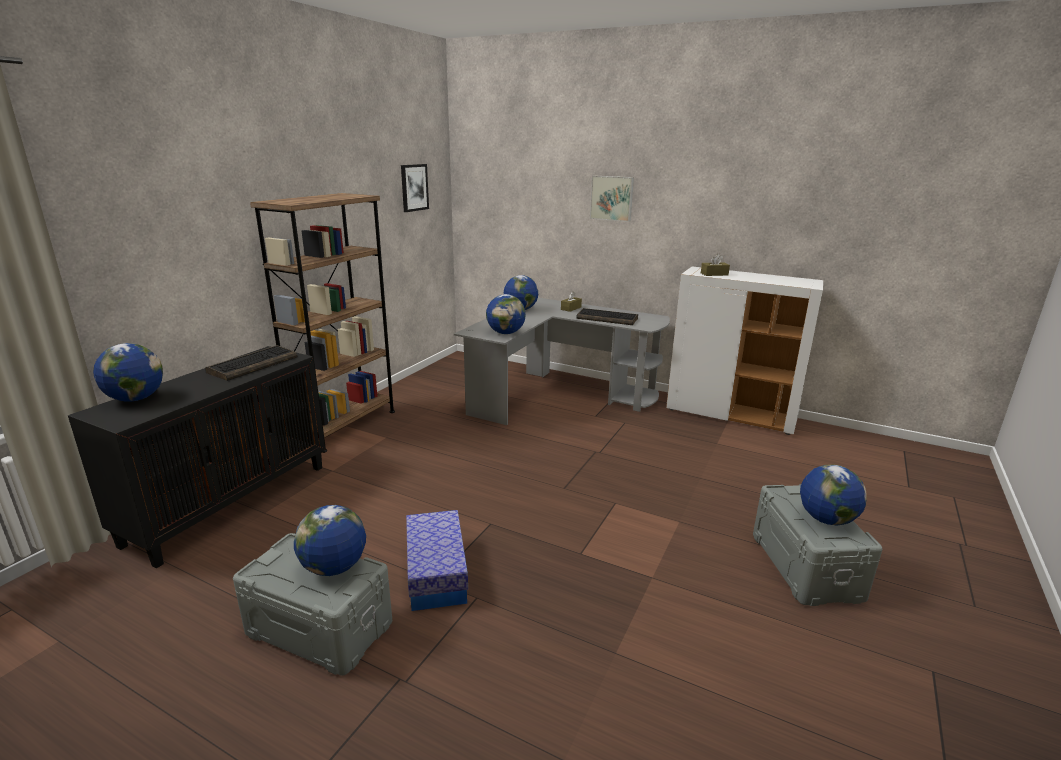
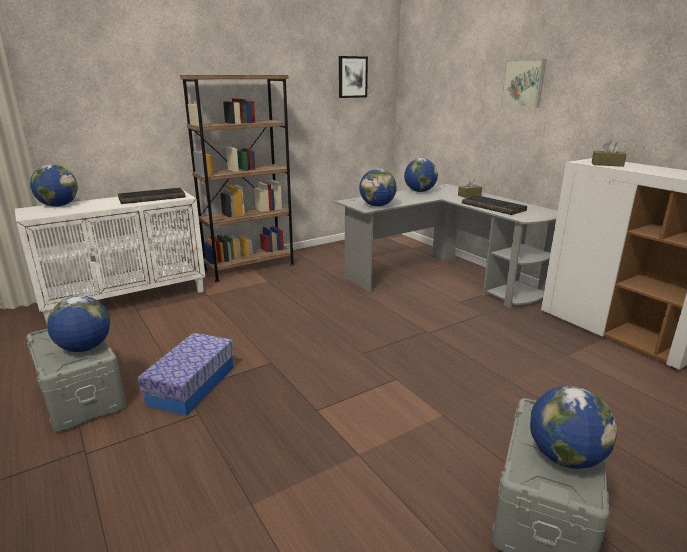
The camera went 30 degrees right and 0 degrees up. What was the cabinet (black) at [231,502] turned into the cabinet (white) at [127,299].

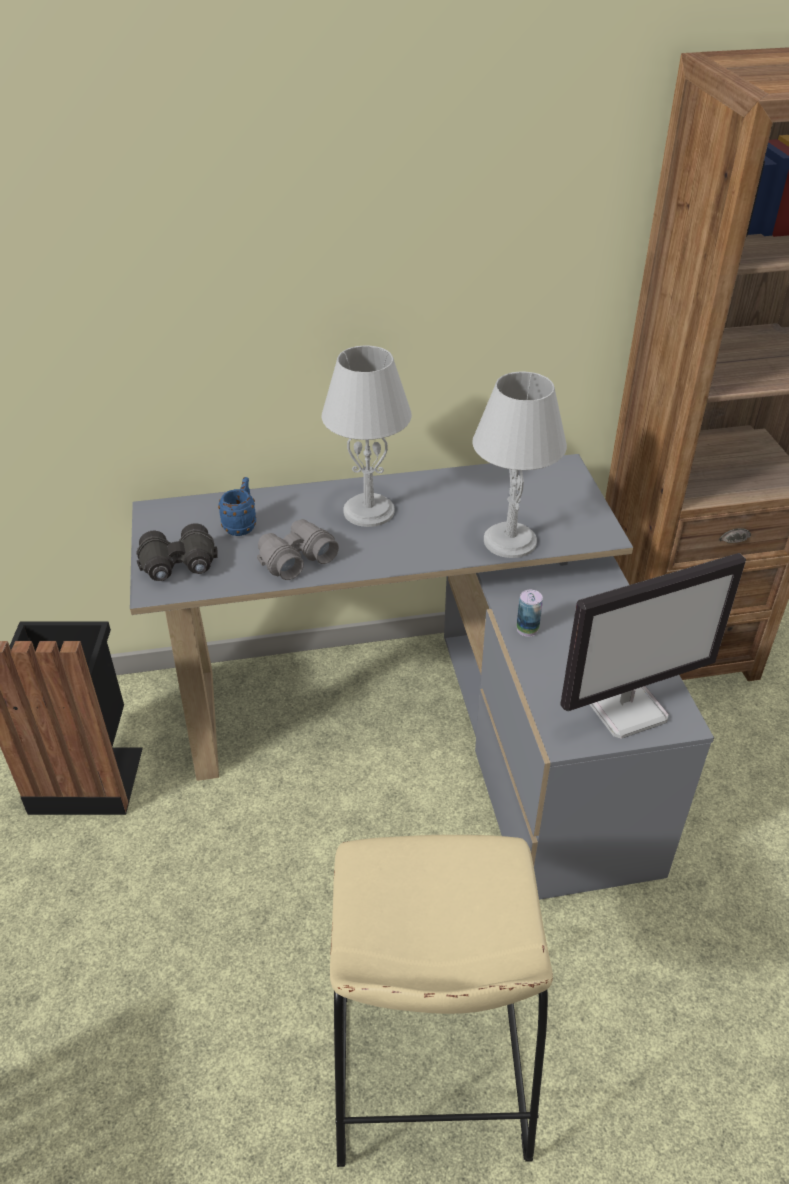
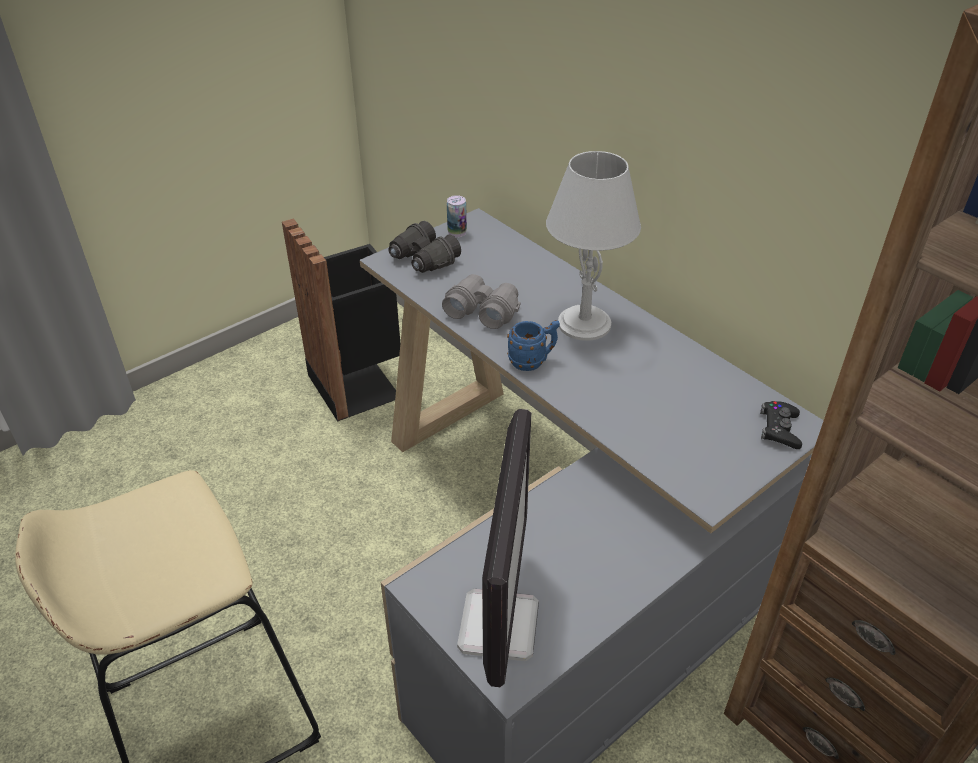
The camera went 60 degrees right and 0 degrees up. The can ended up elsewhere, having gone from [527,629] to [457,232]. The monitor at [627,708] ended up facing another way, 120 degrees counterclockwise from before. The mug (blue) ended up elsewhere, having gone from [242,525] to [532,361]. The second view gained the game controller (black) at [779,429]. The second view lost the table lamp (grey) at [509,540].

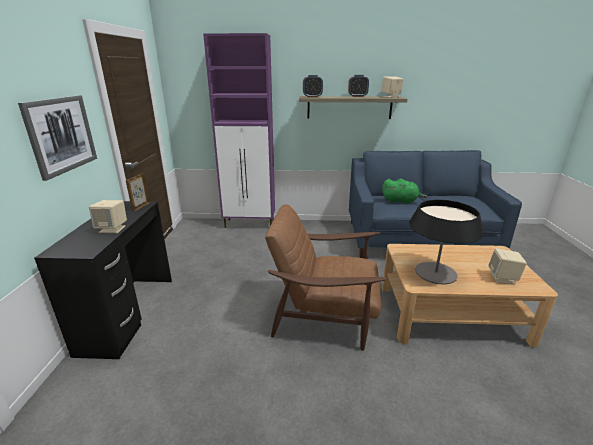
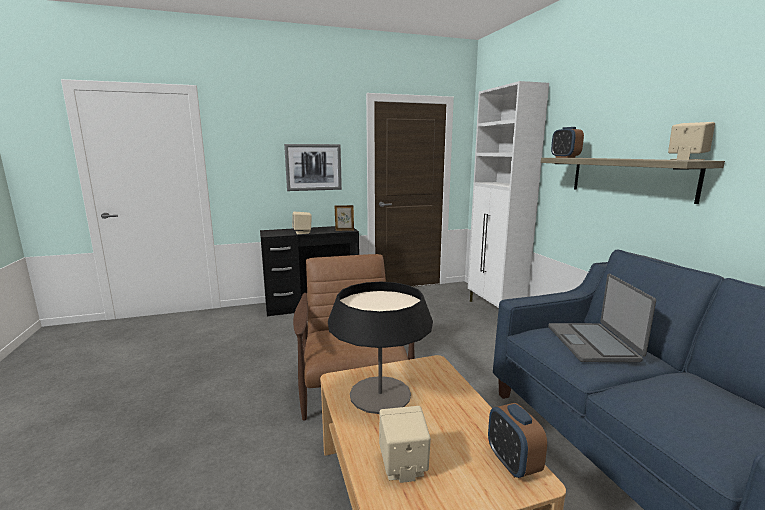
The camera went 70 degrees right and 10 degrees down. What was the cabinet (purple) at [250,224] turned into the cabinet (white) at [495,310]. The alarm clock ended up elsewhere, having gone from [357,96] to [513,463]. Where the plush toy (green) stood at [401,201], the laptop came to stand at [593,343].

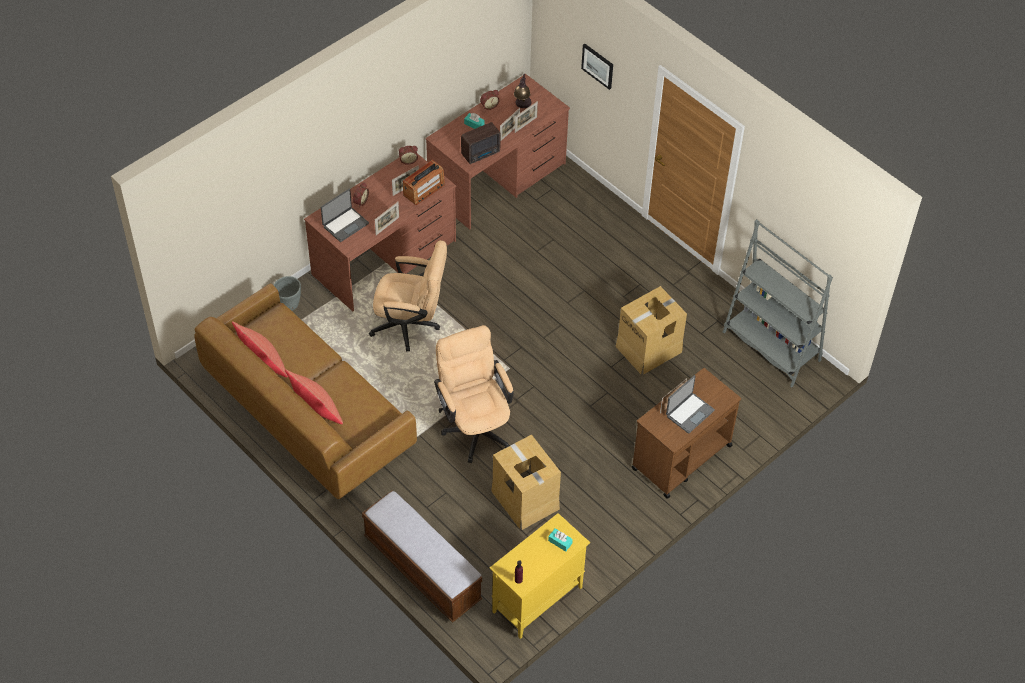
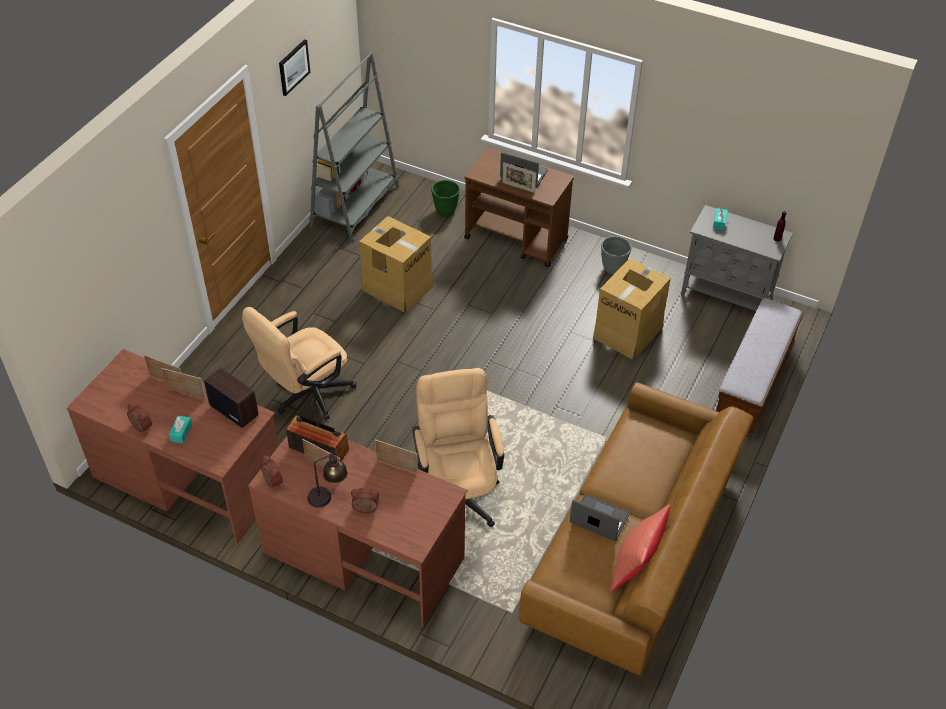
The camera went 110 degrees left and 5 degrees down. The office chair (beige) ended up elsewhere, having gone from [475,426] to [306,395]. The picture ended up elsewhere, having gone from [598,66] to [293,67]. The table lamp ended up elsewhere, having gone from [522,107] to [328,496]. The second view gained the planter (green) at [445,211]. The laptop ended up elsewhere, having gone from [345,224] to [598,520]. The planter (grey) ended up elsewhere, having gone from [289,305] to [613,269]. What was the cabinet (yellow) at [537,600] turned into the cabinet (grey) at [727,296]. The second view lost the pillow (red) at [316,411].

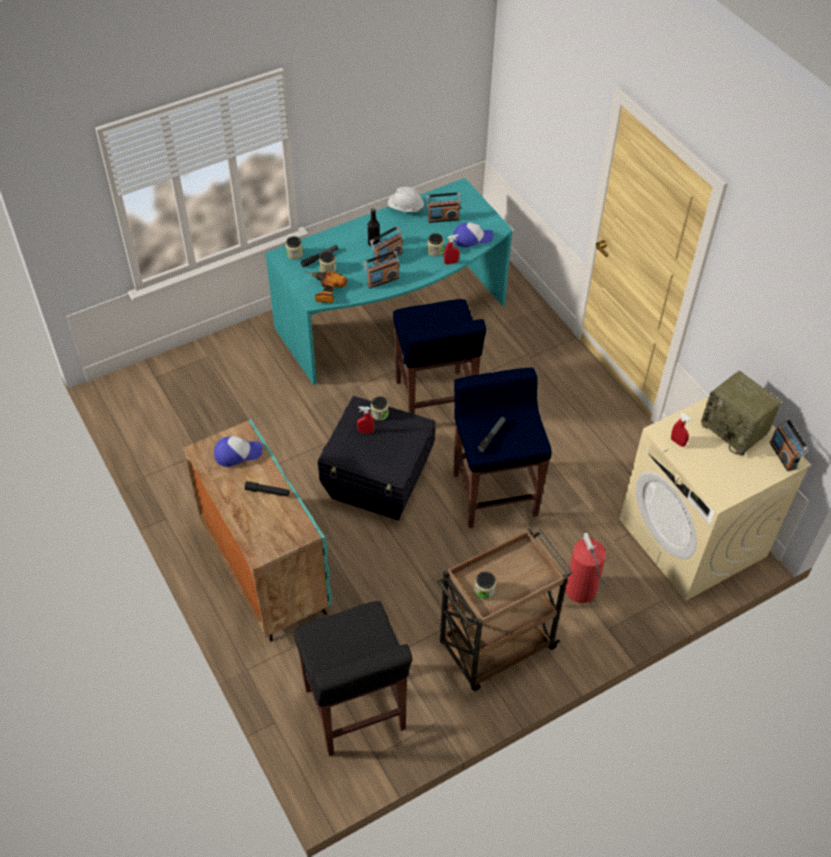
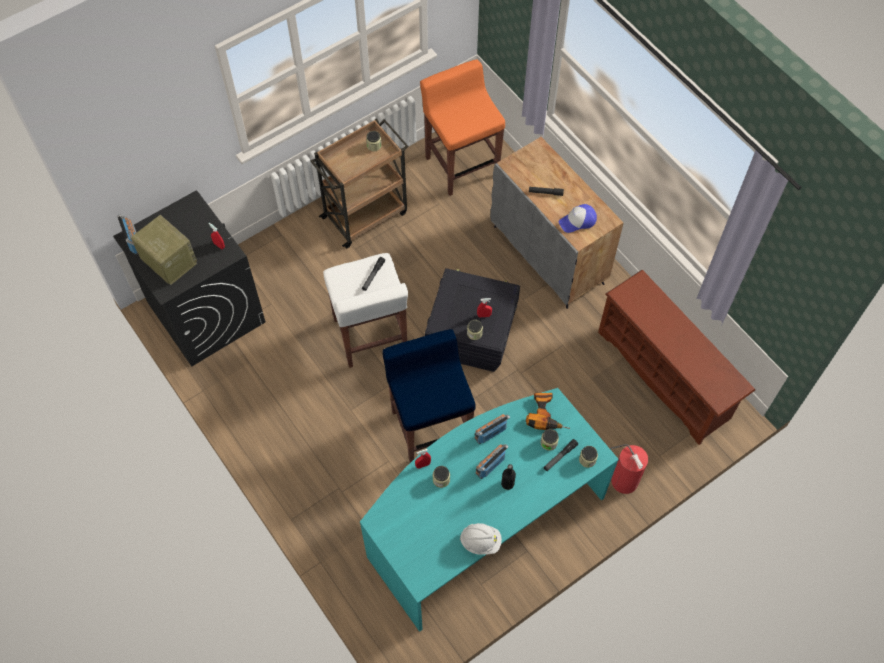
The camera went 175 degrees right and 10 degrees up. What was the washing machine (beige) at [693,538] turned into the washing machine (black) at [205,311]. What was the stool (blue) at [494,493] turned into the stool (white) at [370,336]. What was the stool (black) at [355,711] turned into the stool (orange) at [461,165]. What was the cabinet (turquoise) at [264,568] turned into the cabinet (grey) at [549,255]. The second view gained the shoe rack (brown) at [665,375]. The fire extinguisher ended up elsewhere, having gone from [581,591] to [624,479]. The second view lost the radio at [443,218]. The second view lost the cap at [472,238].

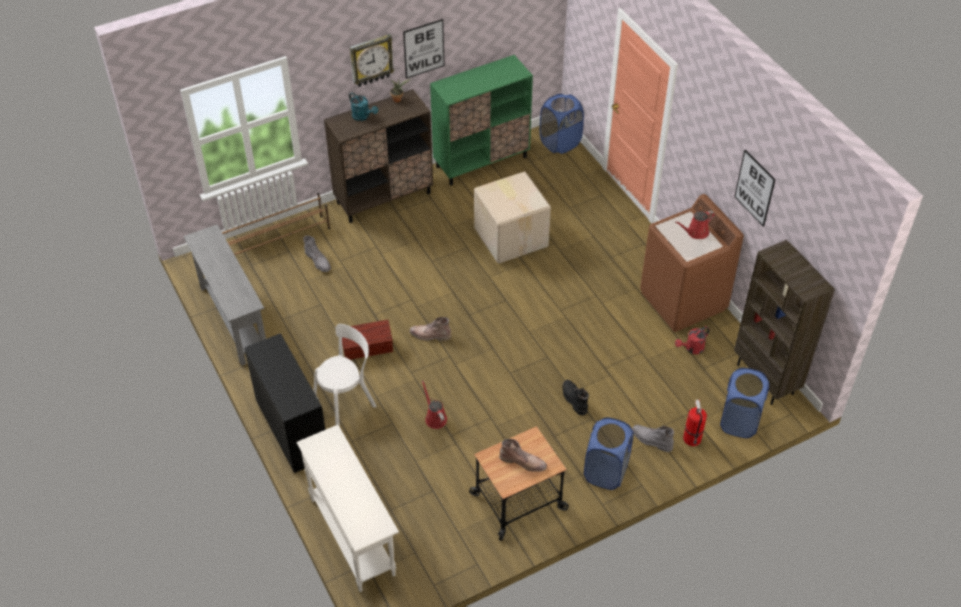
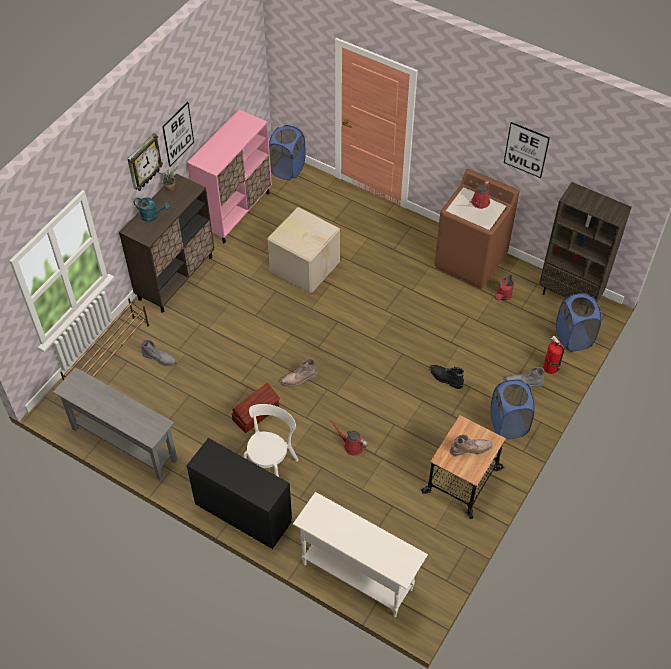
The camera went 30 degrees left and 5 degrees up. What was the cabinet (green) at [481,161] turned into the cabinet (pink) at [235,211].

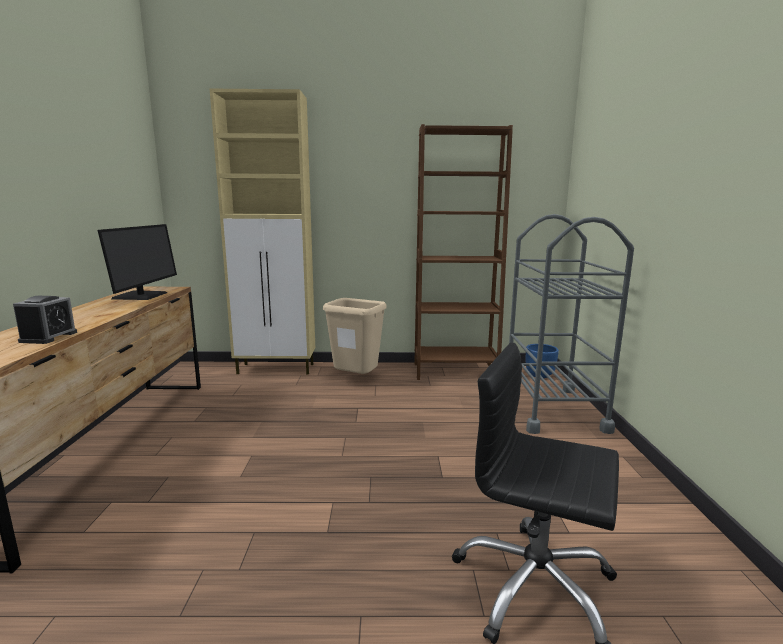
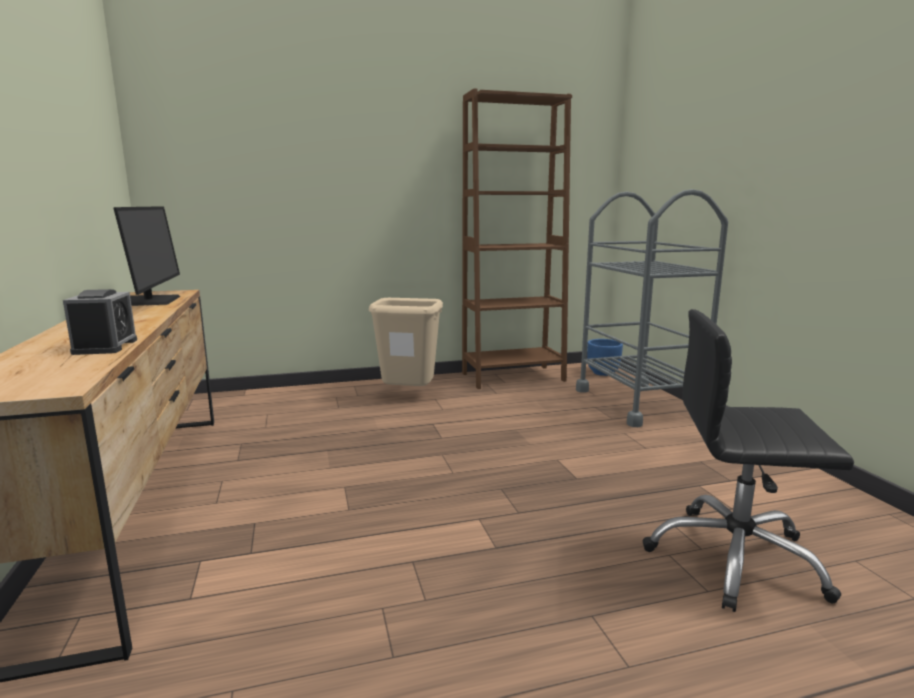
The camera went 15 degrees left and 0 degrees up. The second view lost the cabinet (beige) at [277,369].

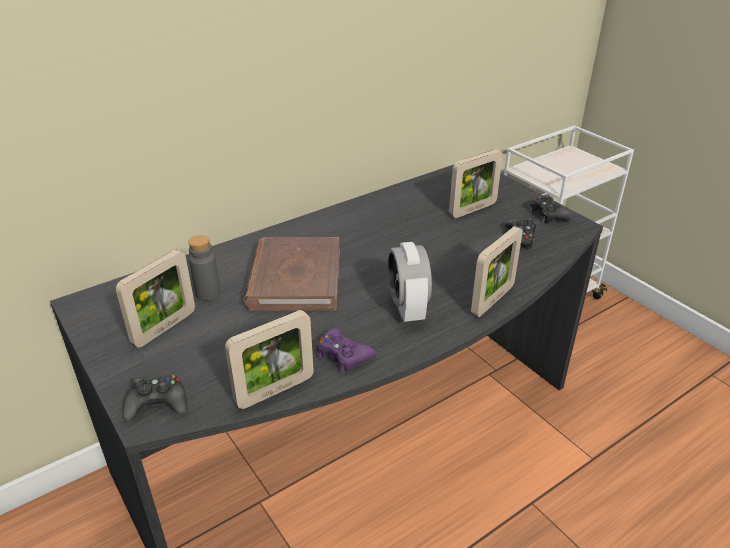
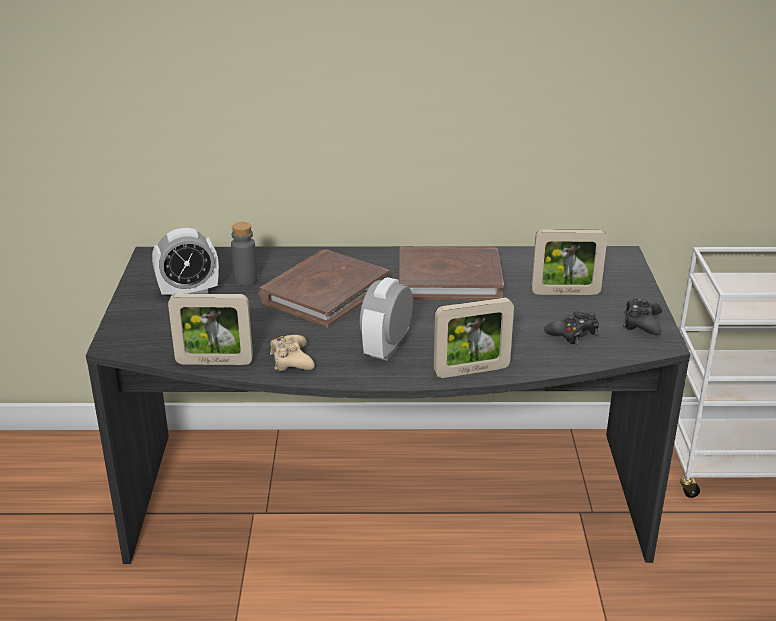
The camera went 35 degrees right and 5 degrees down. Where the picture frame stood at [164,328], the alarm clock came to stand at [188,292]. What was the game controller (purple) at [343,355] turned into the game controller (beige) at [291,360]. The second view gained the book (brown) at [449,278]. The second view lost the game controller (black) at [157,404].

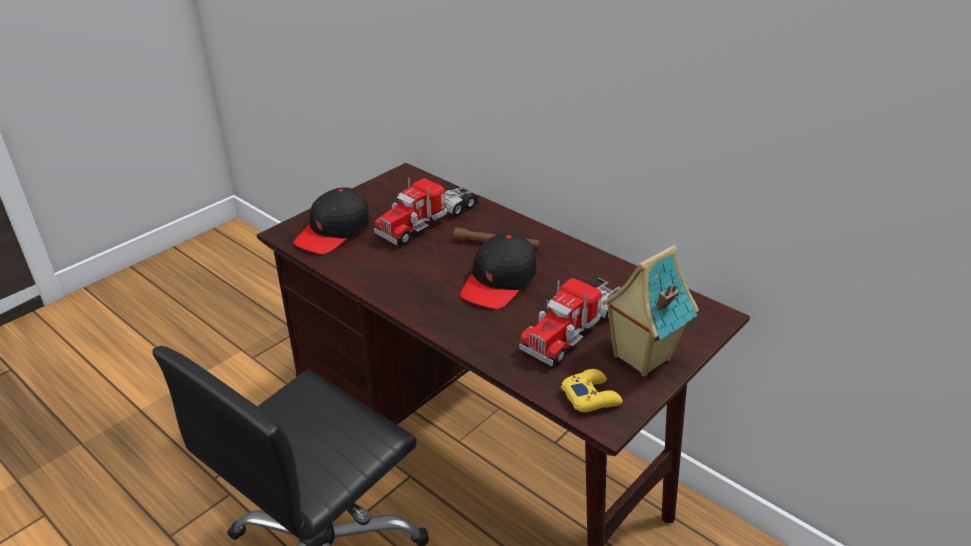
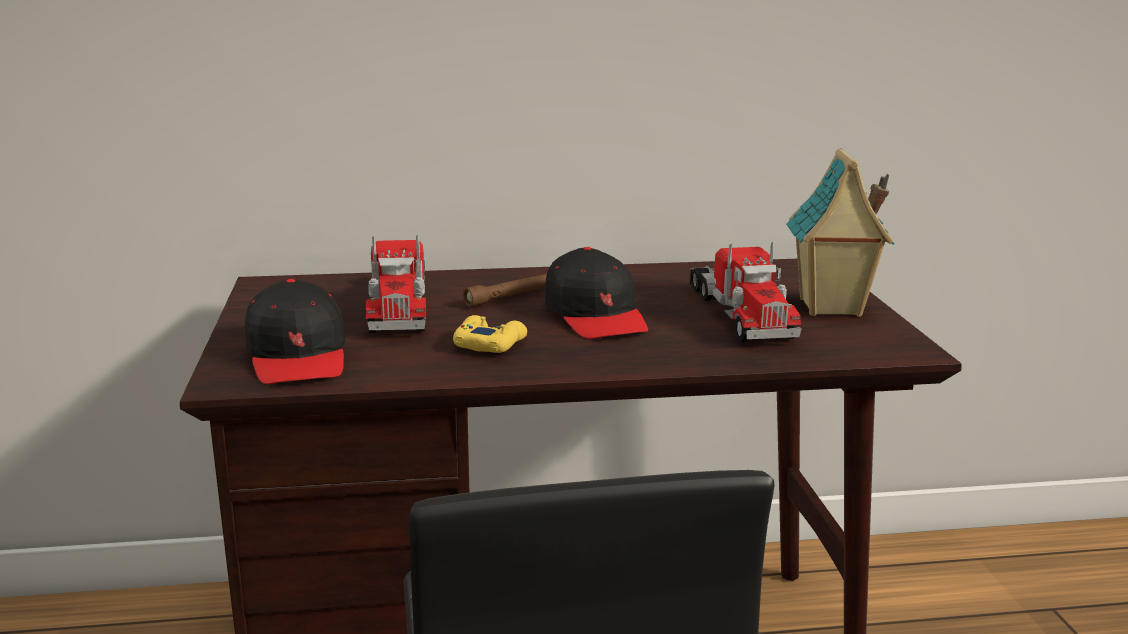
The camera went 50 degrees left and 15 degrees down. The game controller (yellow) ended up elsewhere, having gone from [591,396] to [489,343].

